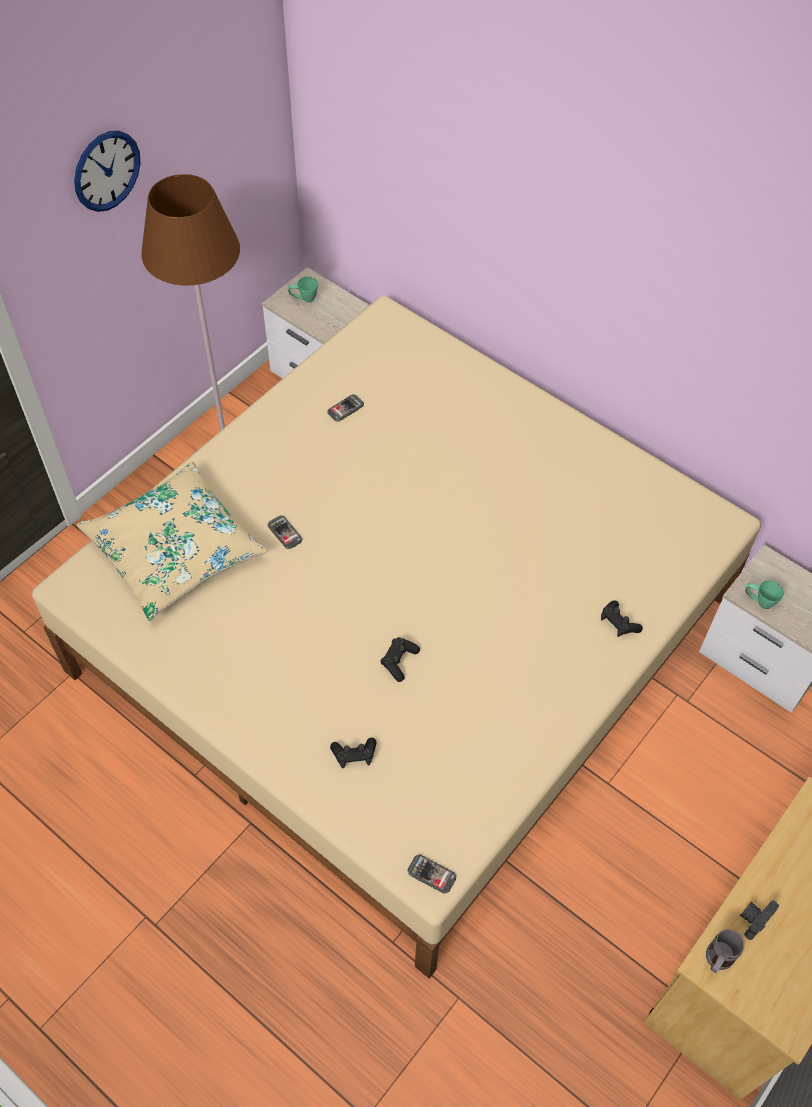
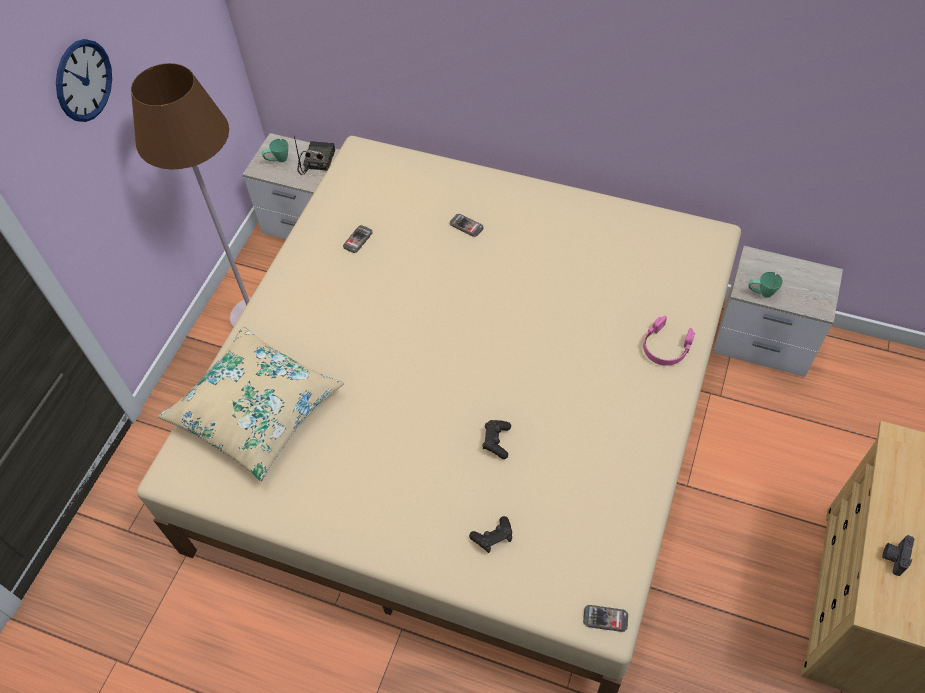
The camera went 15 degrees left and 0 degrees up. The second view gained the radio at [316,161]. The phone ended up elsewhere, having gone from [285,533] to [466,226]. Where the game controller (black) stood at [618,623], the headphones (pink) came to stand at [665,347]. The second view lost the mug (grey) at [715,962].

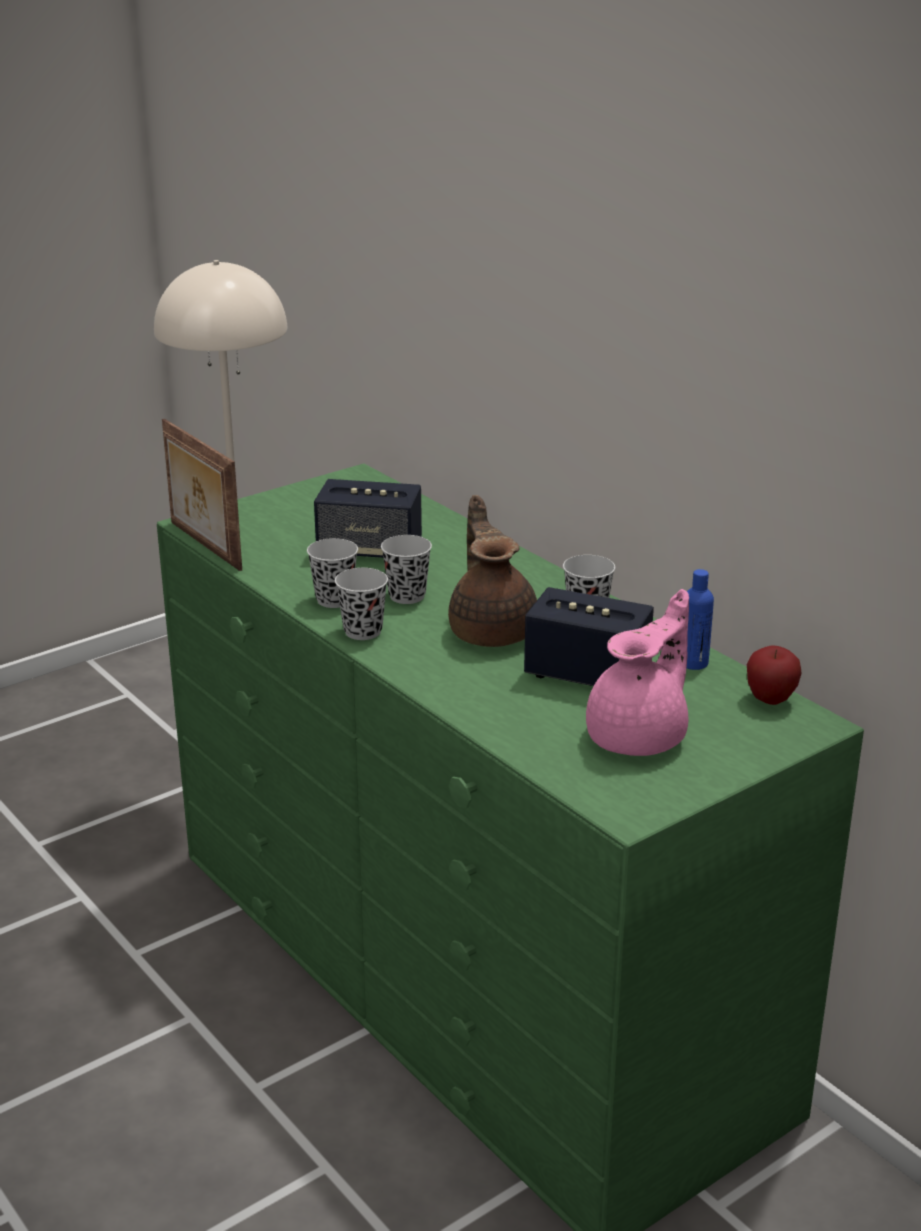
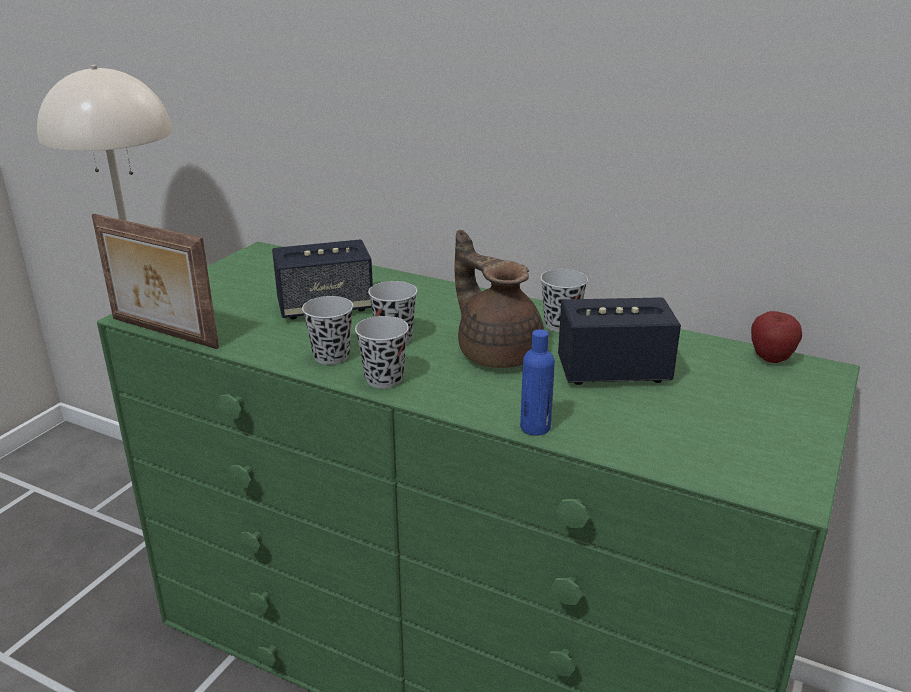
The camera went 25 degrees left and 0 degrees up. The bottle (blue) ended up elsewhere, having gone from [693,663] to [535,427]. The second view lost the teapot (pink) at [640,737].

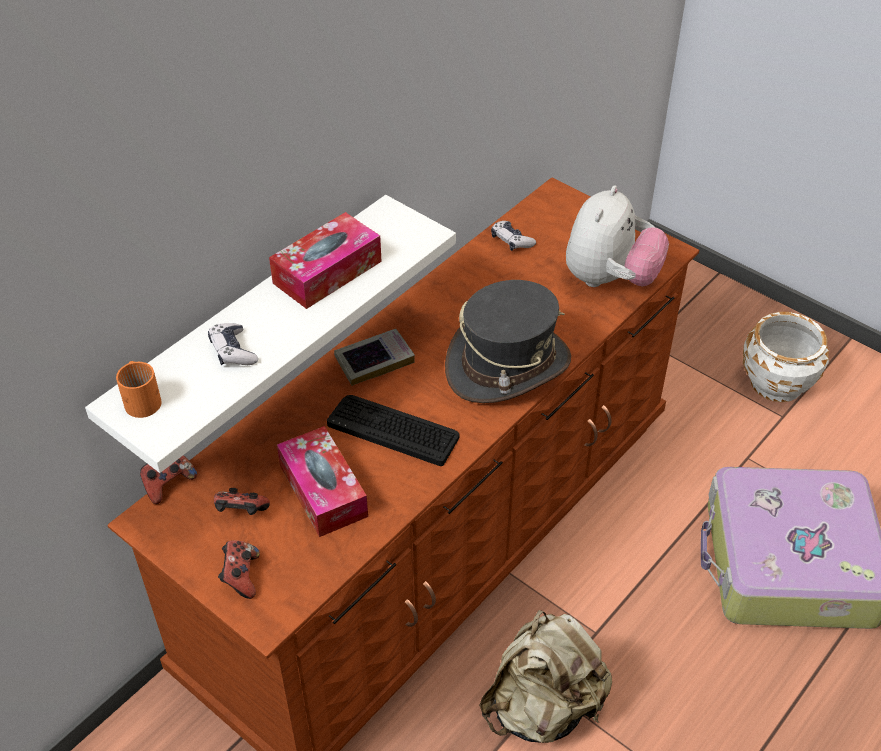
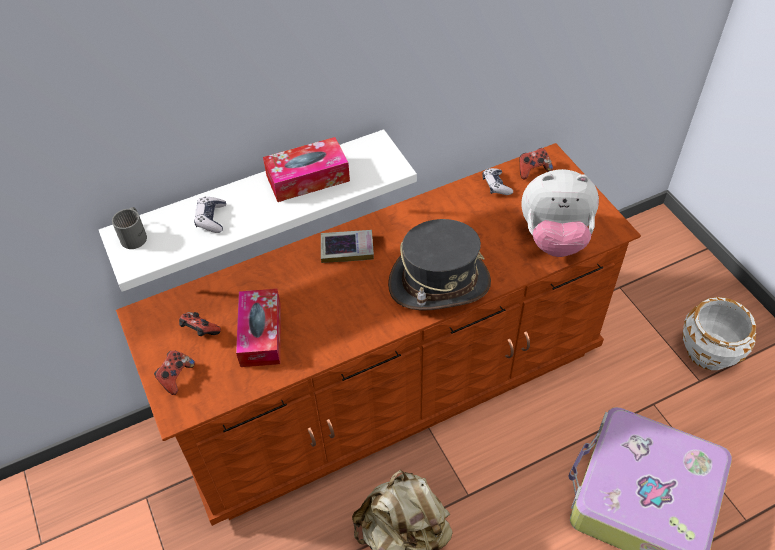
The camera went 25 degrees right and 5 degrees up. What was the mug (orange) at [143,398] turned into the mug (grey) at [136,235]. The game controller ended up elsewhere, having gone from [168,484] to [533,170]. The plush toy at [610,279] ended up facing another way, 45 degrees clockwise from before. The second view lost the keyboard at [393,429].

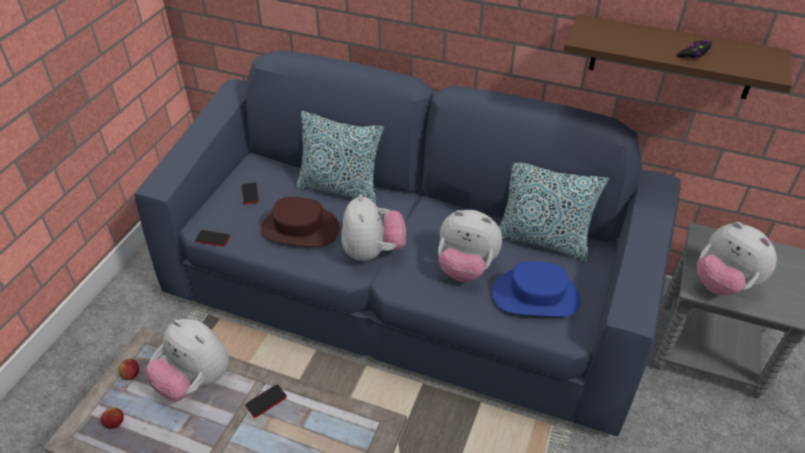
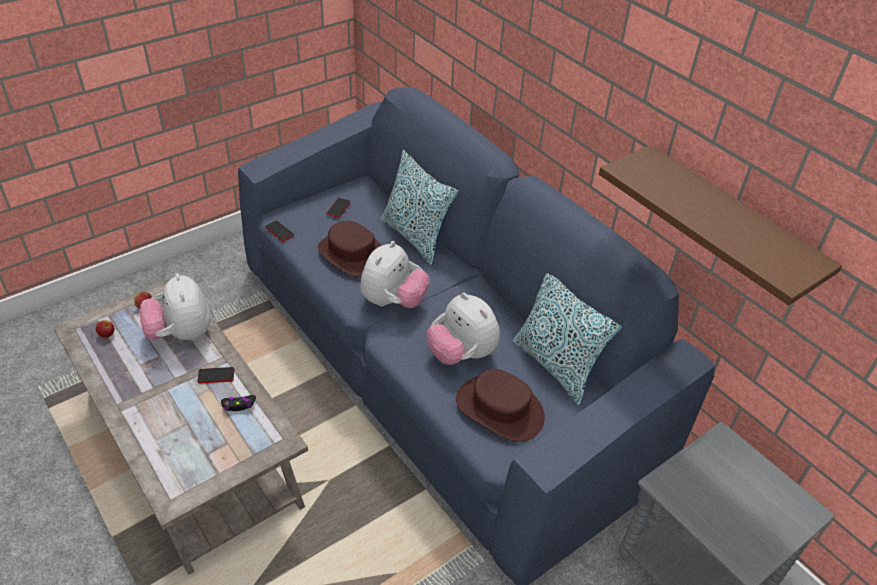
The camera went 30 degrees right and 0 degrees up. The game controller (black) ended up elsewhere, having gone from [694,53] to [239,405]. What was the hat (blue) at [536,296] turned into the hat (brown) at [500,409]. The second view lost the plush toy at [723,284].

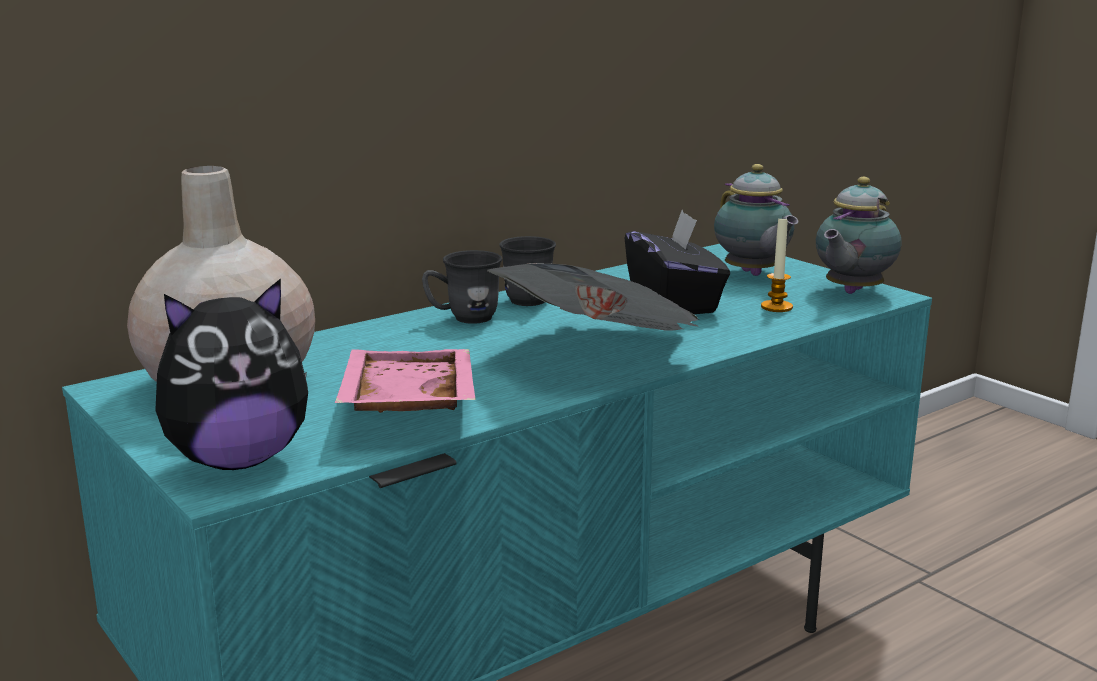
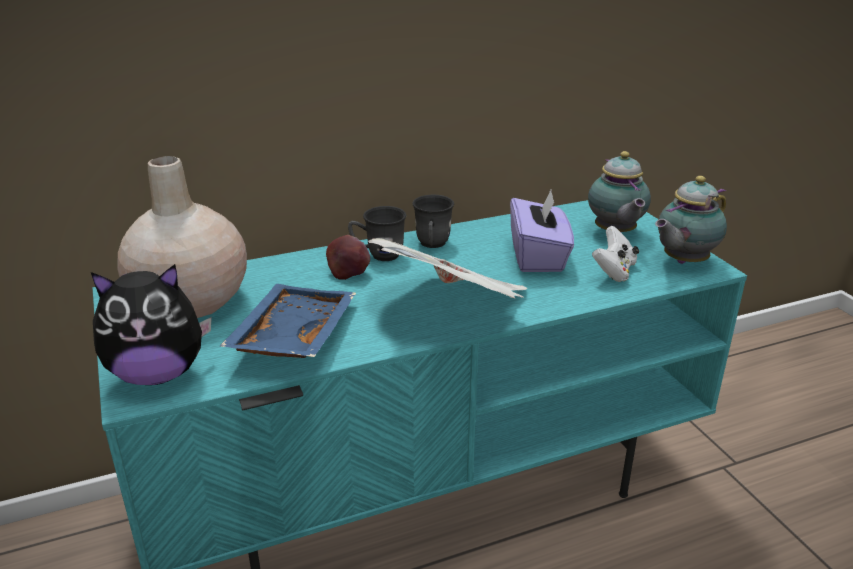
The camera went 15 degrees right and 10 degrees up. What was the tray (pink) at [404,404] turned into the tray (blue) at [292,336]. The second view gained the apple at [349,273]. What was the tissue box (black) at [674,302] turned into the tissue box (purple) at [538,256]. Where the candle stood at [776,307], the game controller (white) came to stand at [614,271].

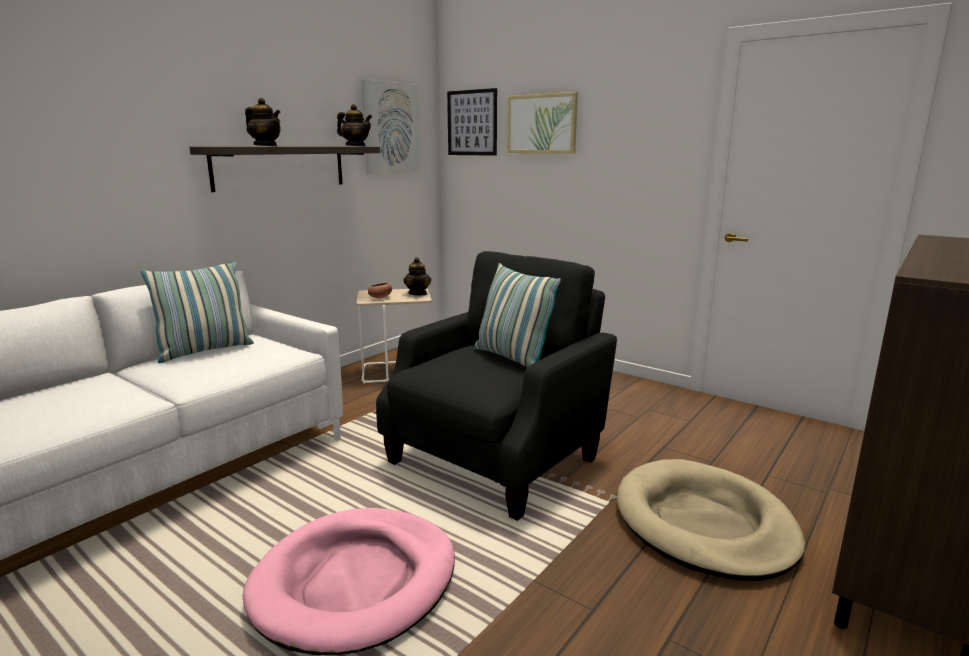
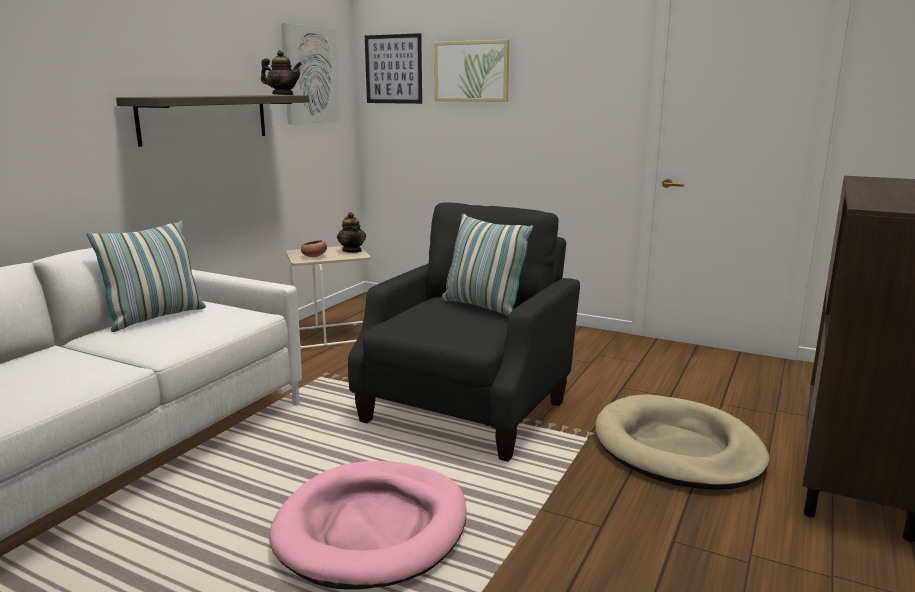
The camera went 10 degrees left and 0 degrees up. The second view lost the teapot at [266,146].

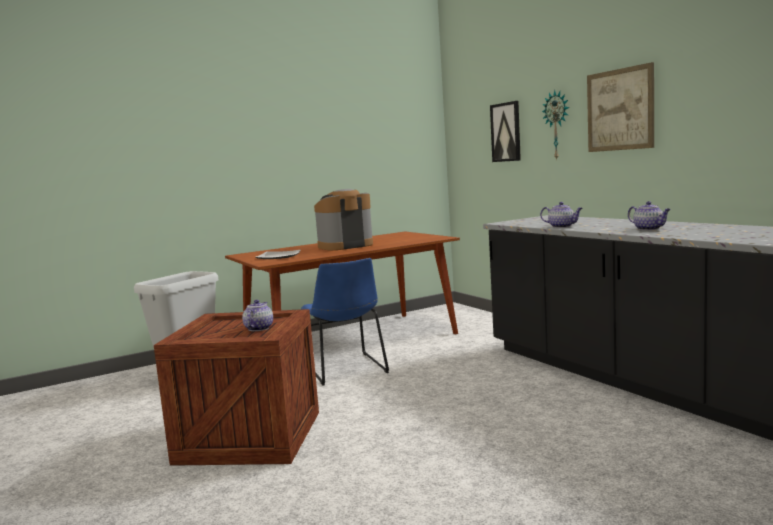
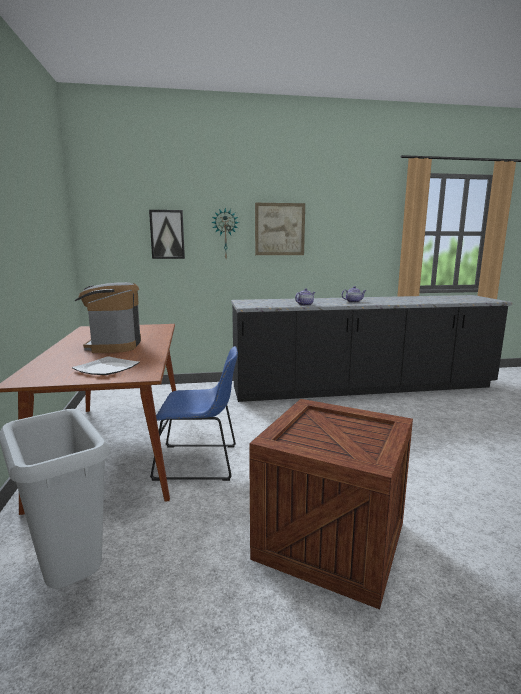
The camera went 70 degrees left and 5 degrees up. The second view lost the teapot at [259,328].

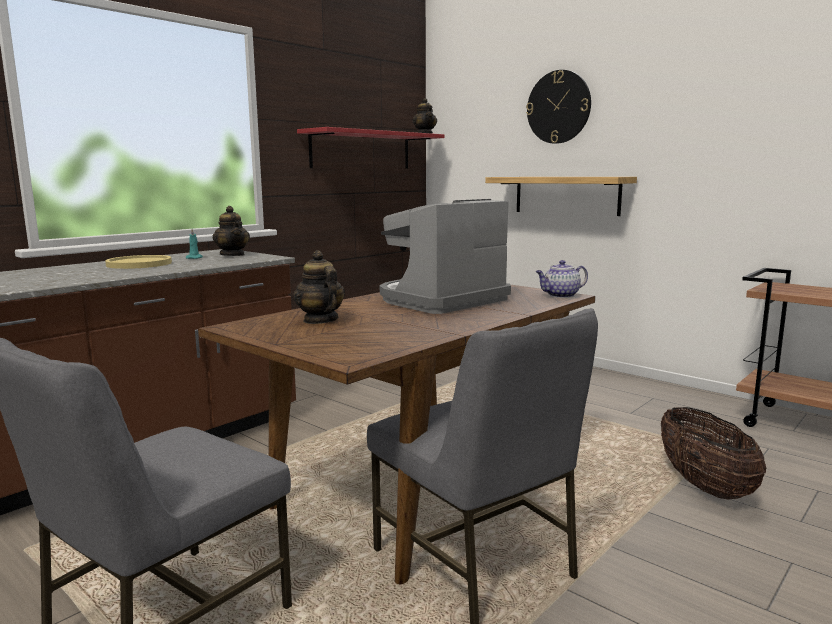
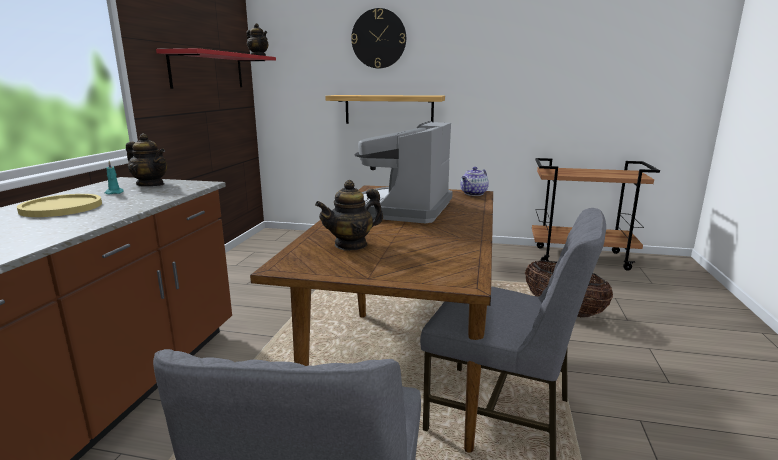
The camera went 30 degrees left and 5 degrees up. The teapot at [320,320] ended up facing another way, 60 degrees counterclockwise from before.

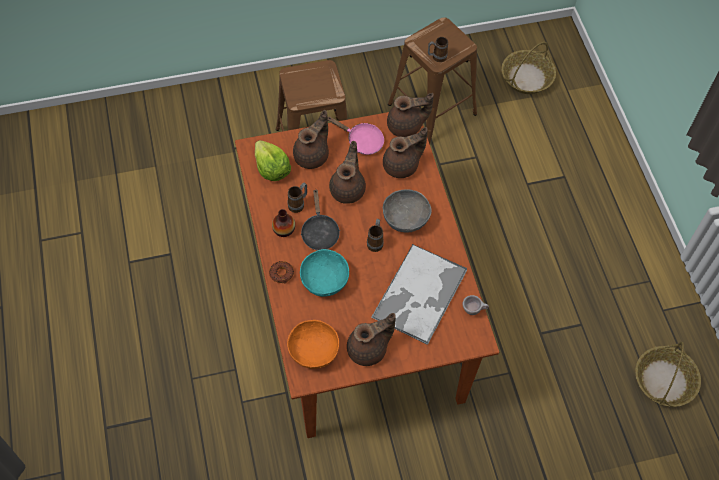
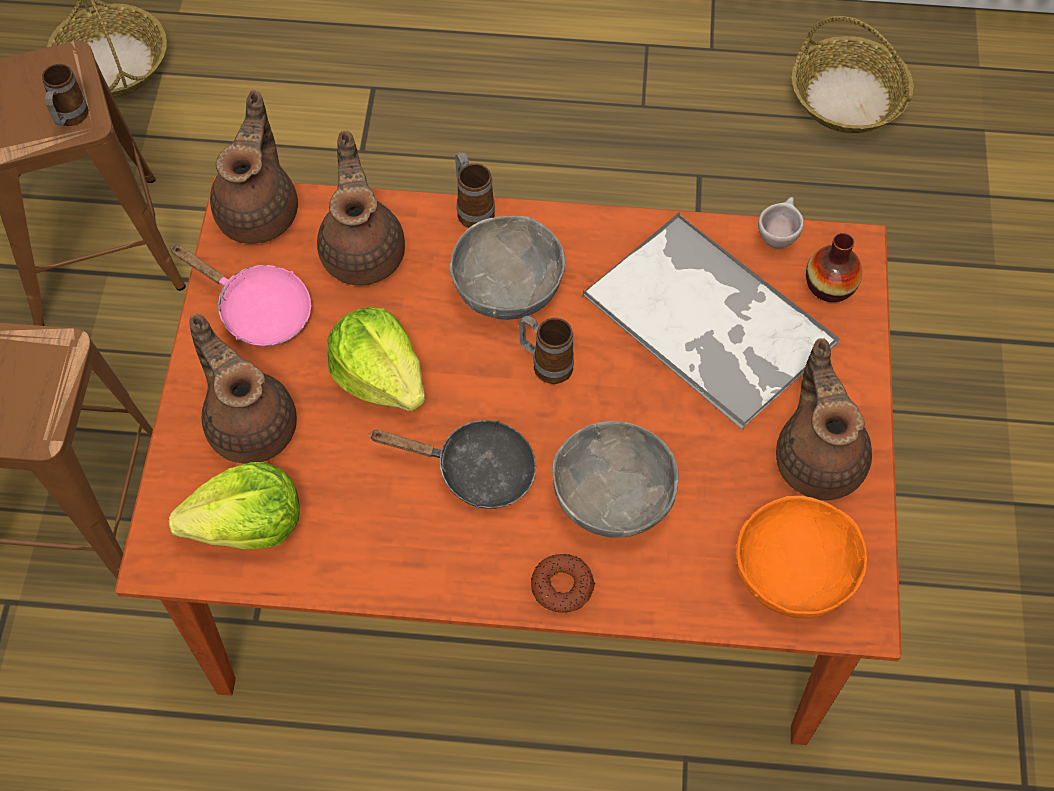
The camera went 70 degrees left and 0 degrees up. The frying pan (pink) at [361,141] ended up facing another way, 75 degrees clockwise from before. Where the teapot (brown) stood at [348,189], the lettuce came to stand at [380,376]. The mug ended up elsewhere, having gone from [298,204] to [472,209]. What was the bowl (turquoise) at [324,280] turned into the bowl (grey) at [612,497]. The vase ended up elsewhere, having gone from [284,229] to [830,286].

